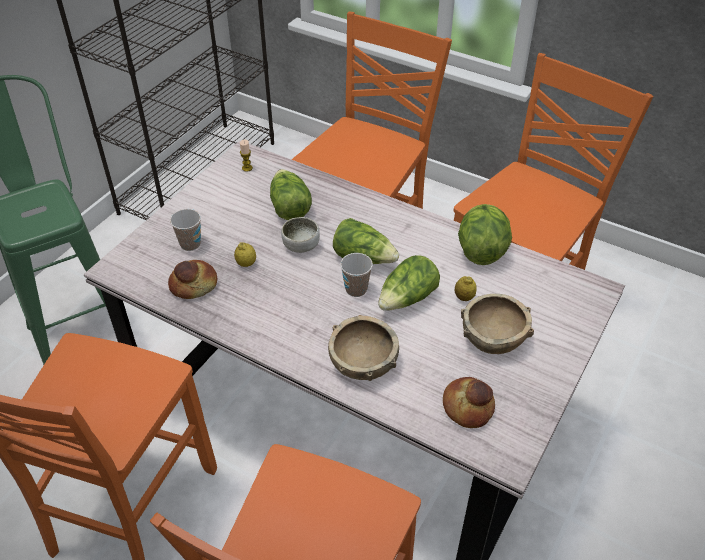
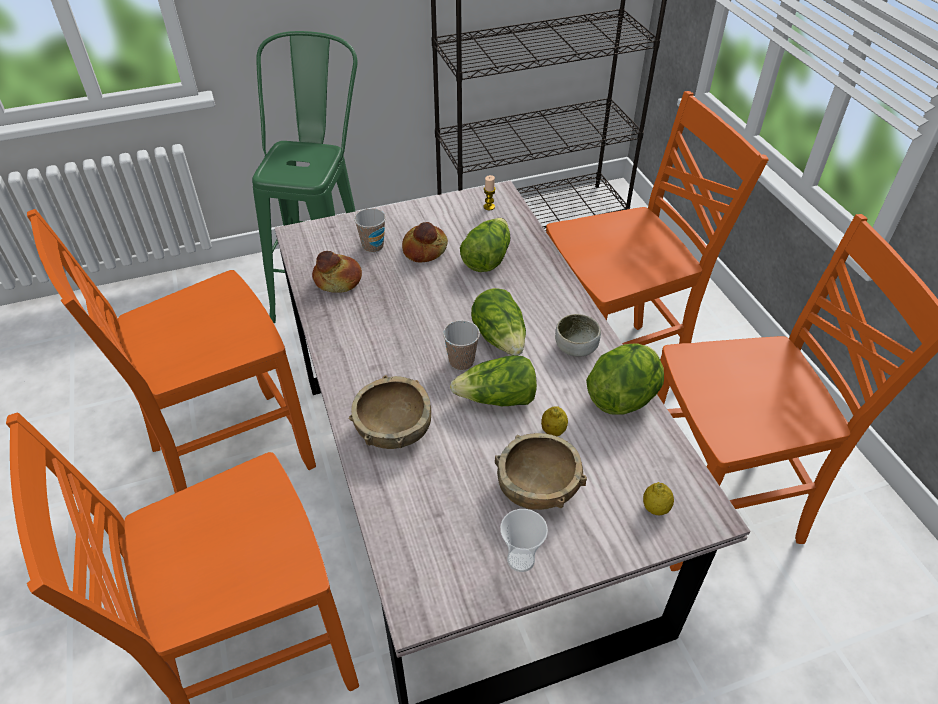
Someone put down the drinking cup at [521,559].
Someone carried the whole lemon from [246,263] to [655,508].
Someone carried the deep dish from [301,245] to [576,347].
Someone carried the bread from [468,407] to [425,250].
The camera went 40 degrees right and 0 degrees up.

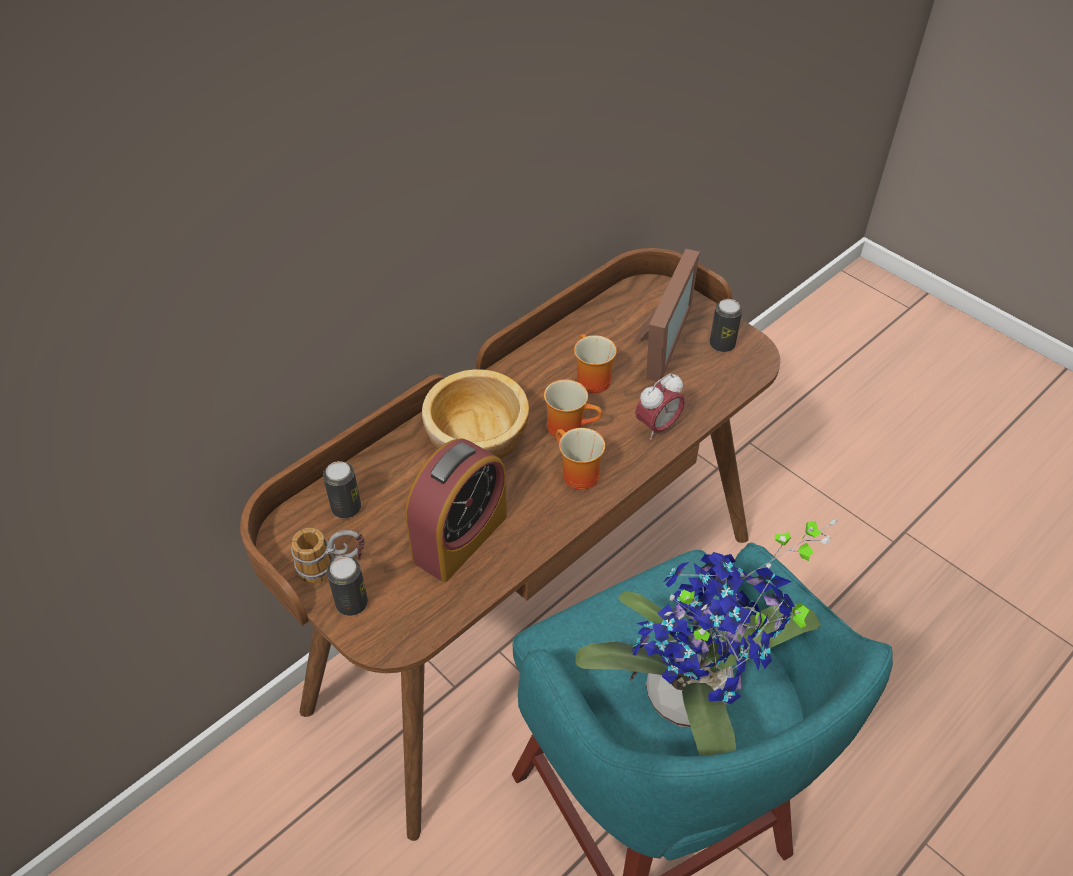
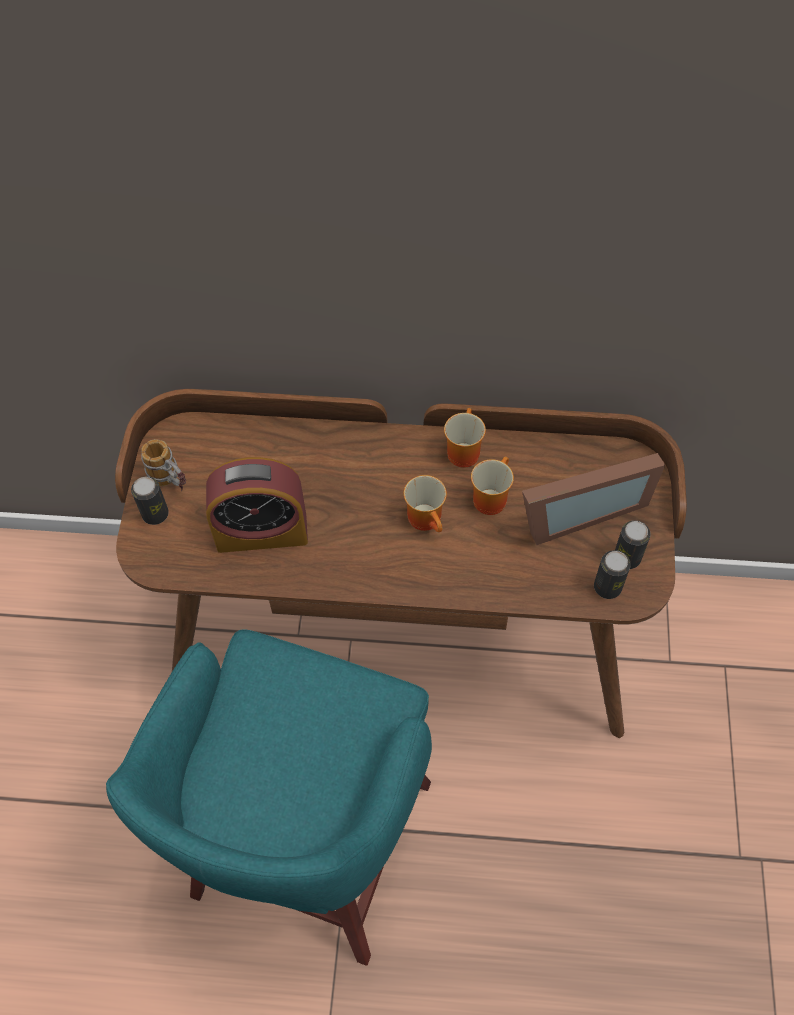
Someone took away the deep dish at [478,440].
Someone took away the houseplant at [692,704].
Someone took away the table clock at [657,427].
Someone carried the can from [346,508] to [607,587].
Someone carried the mug from [575,474] to [461,450].
The camera went 50 degrees right and 10 degrees up.

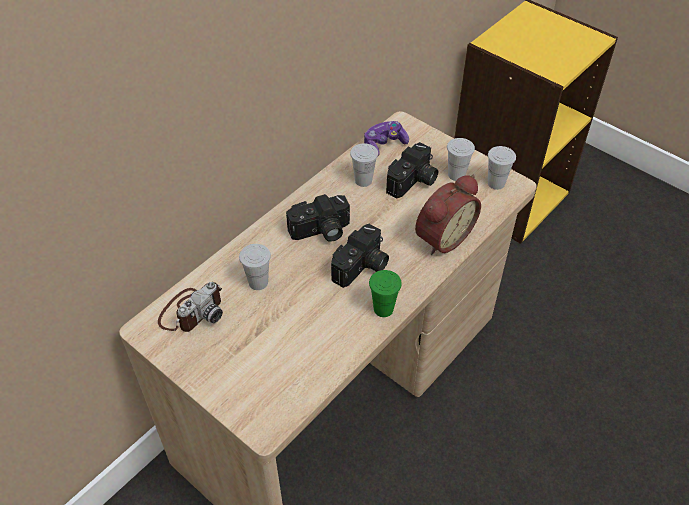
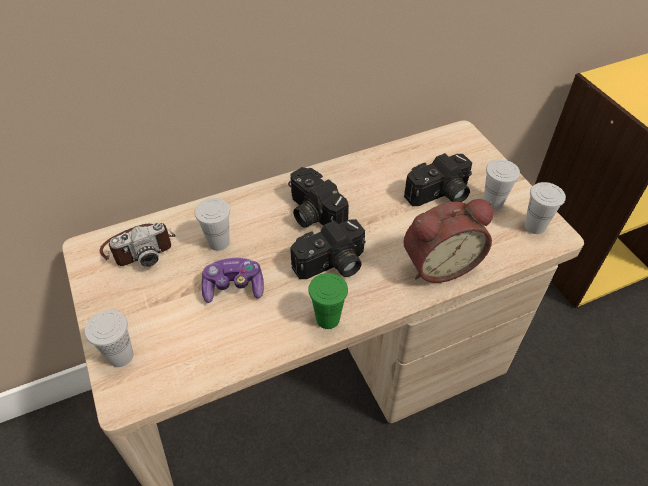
Someone carried the whitish drinking cup from [363,180] to [121,356].
Someone carried the joypad from [384,144] to [234,287].
Someone rotated the still camera at [321,231] by 45 degrees clockwise.
The camera went 25 degrees right and 0 degrees up.

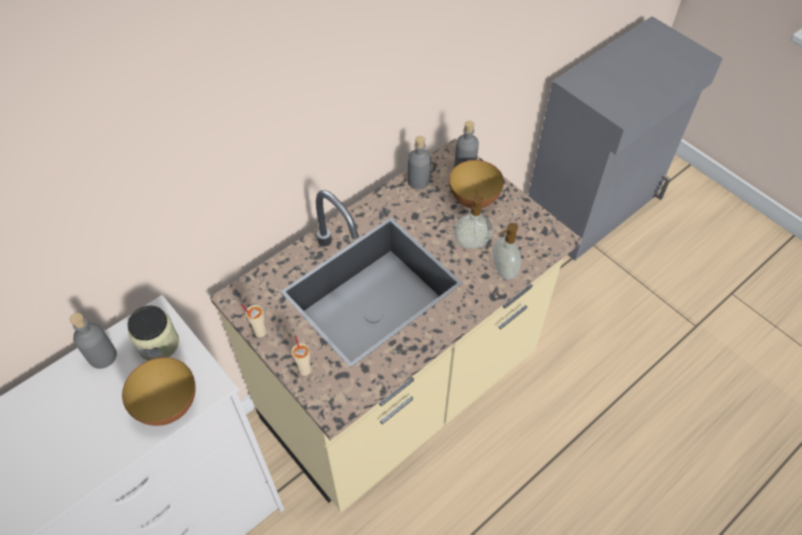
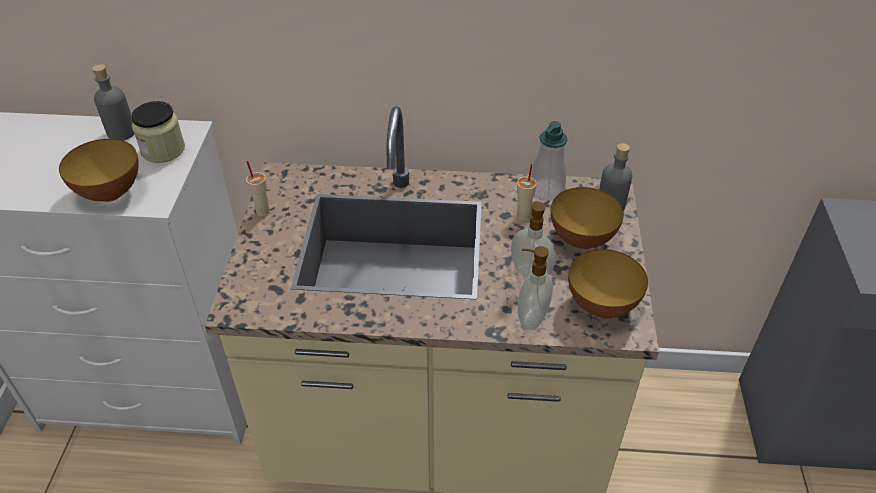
Someone put down the deep dish at [601,306].
Someone carried the beige-coloured drinking cup from [305,369] to [523,215].
Someone swapped the gray drink bottle at [418,181] for the soap bottle at [546,190].
The camera went 45 degrees right and 10 degrees down.

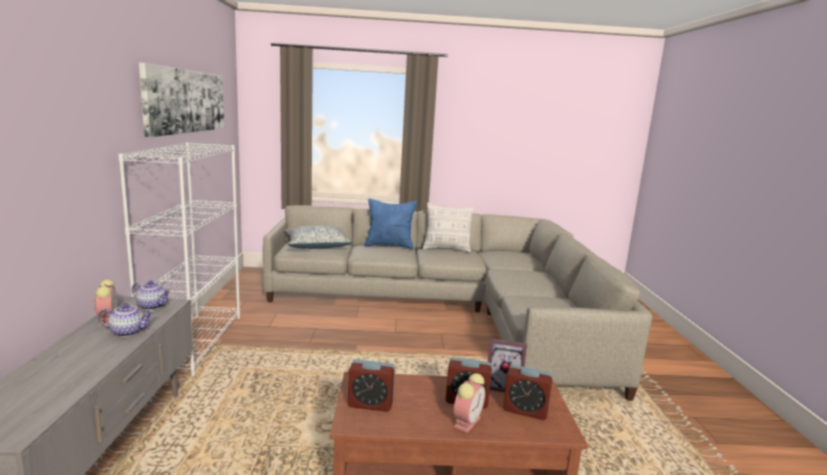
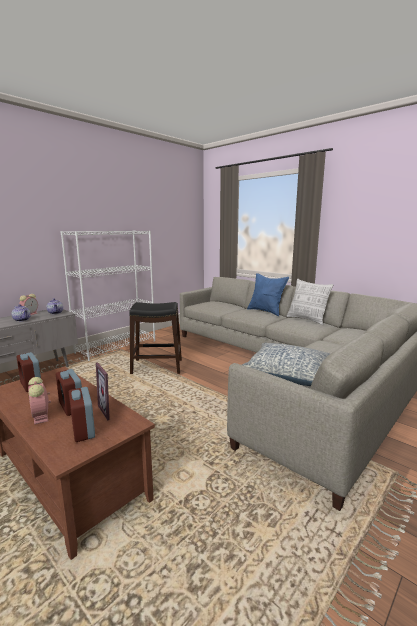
Someone took away the picture at [186,101].
Someone put down the black stool at [157,366].
Someone carried the pillow from [317,246] to [290,374].
Someone rotated the table clock at [467,421] by 75 degrees clockwise.
The camera went 45 degrees right and 0 degrees up.

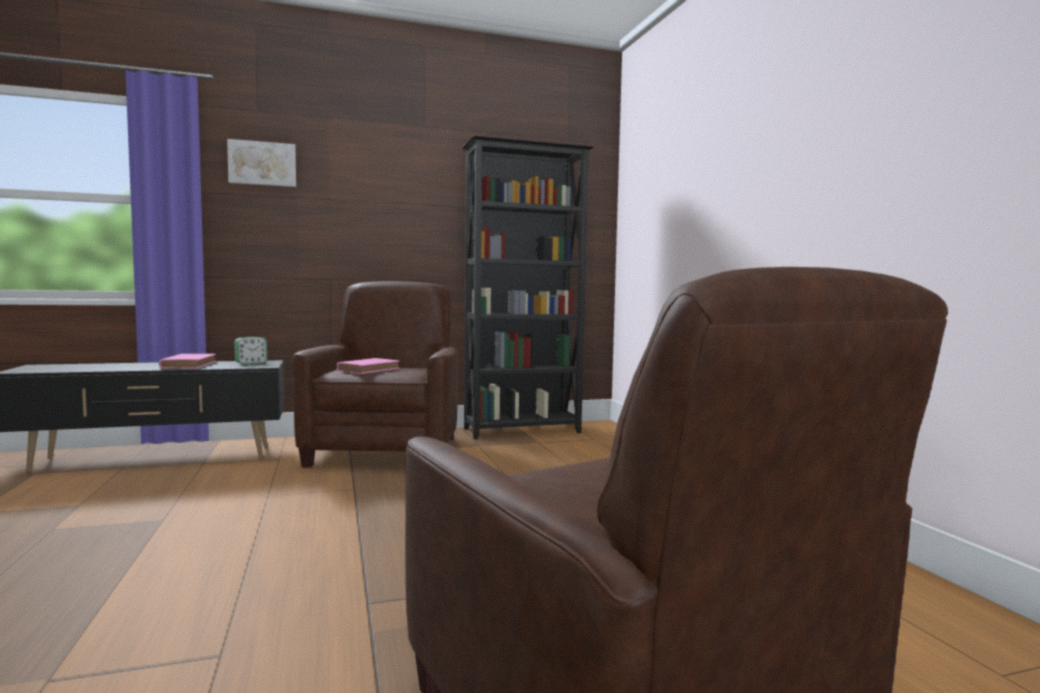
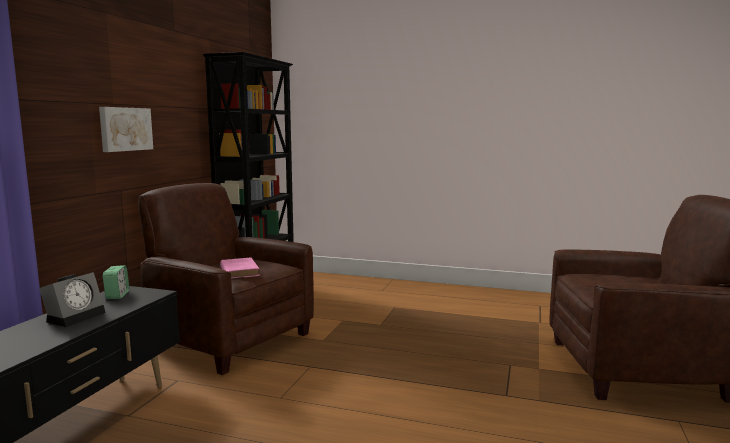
Someone carried the picture from [262,164] to [125,129].
Someone swapped the pinkish volume at [189,365] for the table clock at [76,316].
The camera went 55 degrees left and 5 degrees up.

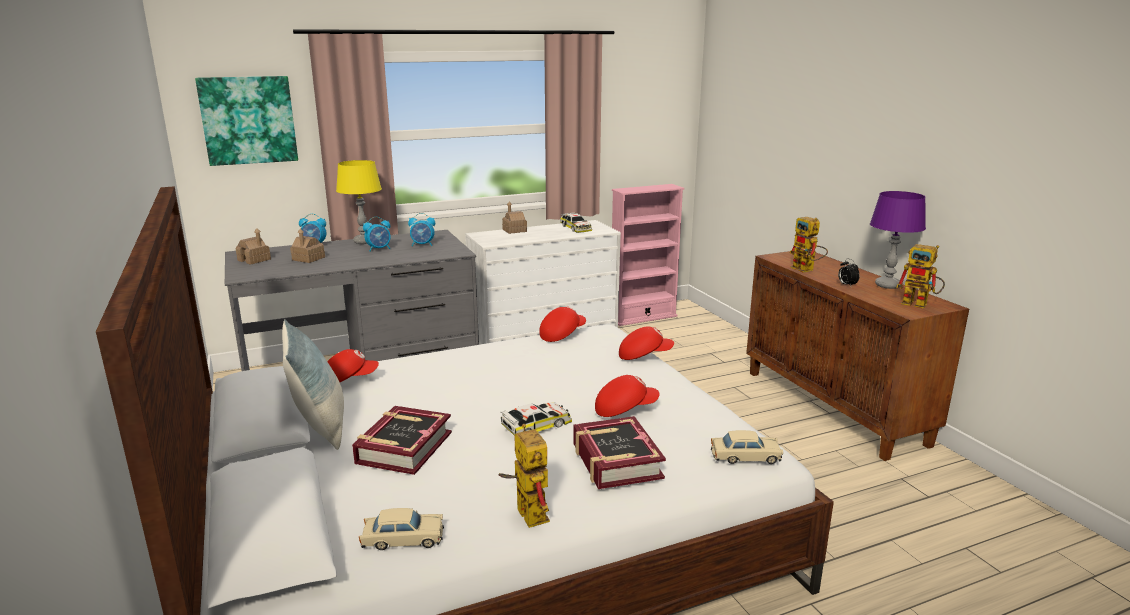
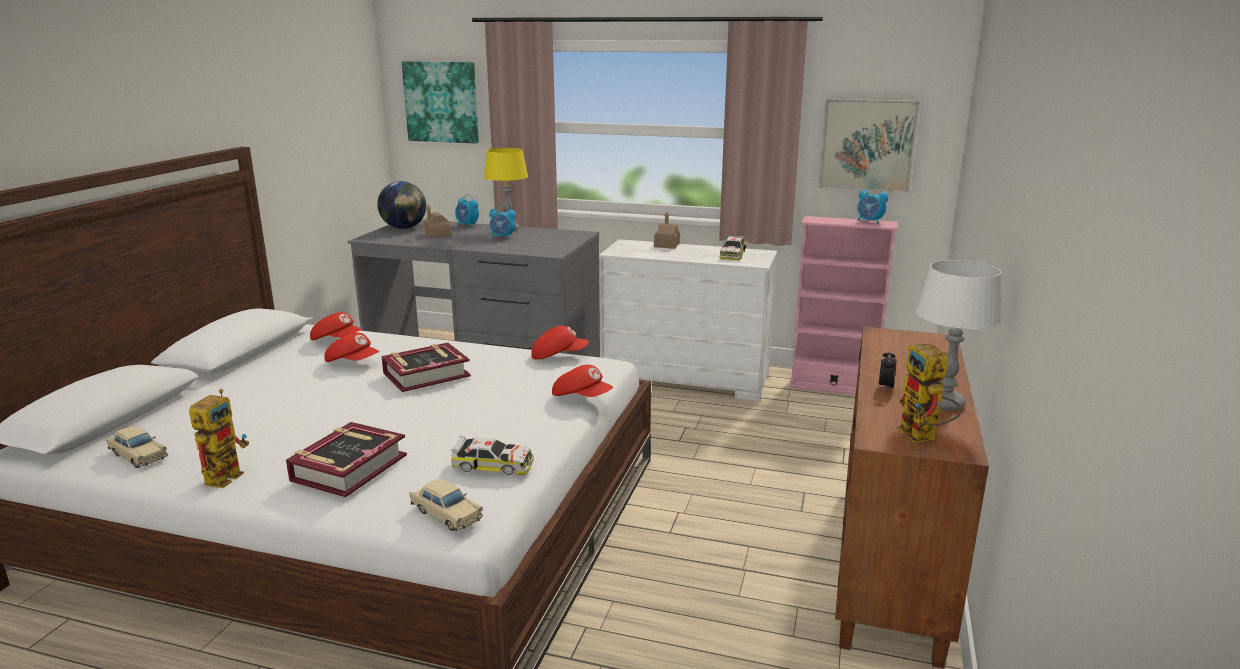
Someone took away the pillow at [320,426].
Someone took away the robot figure at [807,270].
Someone put up the picture at [867,145].
Someone carried the volume from [403,448] to [426,374].
Someone carried the table clock from [423,245] to [869,221].
Someone carried the model car from [536,425] to [493,465].
Someone carried the red-coloured cap from [625,409] to [353,362].
Someone swapped the model house at [254,260] for the world globe at [404,228].
Someone repainted the purple-coloured table lamp at [887,285], which became the whitish table lamp at [945,403].
The camera went 40 degrees right and 0 degrees up.

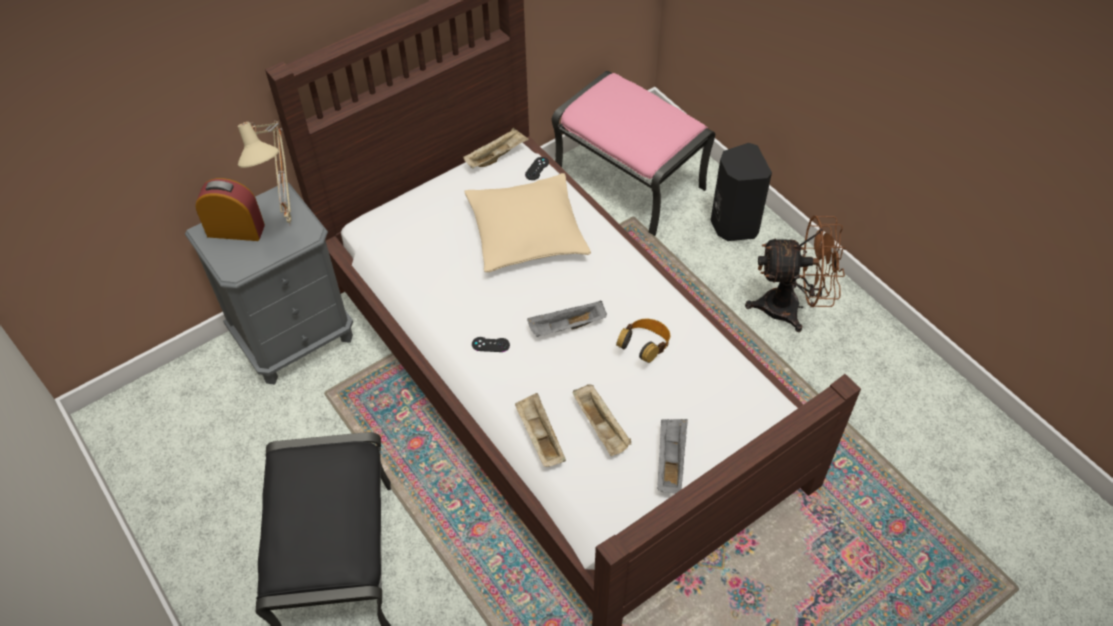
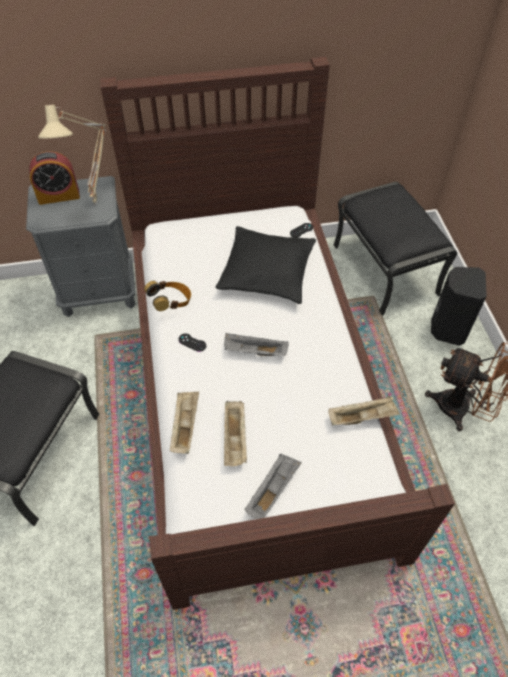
Someone carried the beige-coloured tray from [496,156] to [362,417].
Someone carried the headset from [644,347] to [171,303].
Someone repainted the beige-coloured pillow at [526,232], which became the black pillow at [267,272].
Someone repainted the pinkish footrest at [631,180], which became the black footrest at [386,270].
Someone rotated the table clock at [236,230] by 135 degrees clockwise.
The camera went 25 degrees right and 0 degrees up.

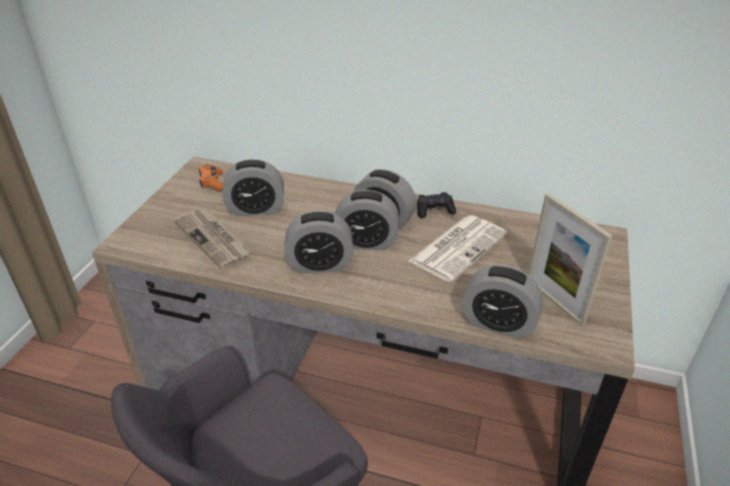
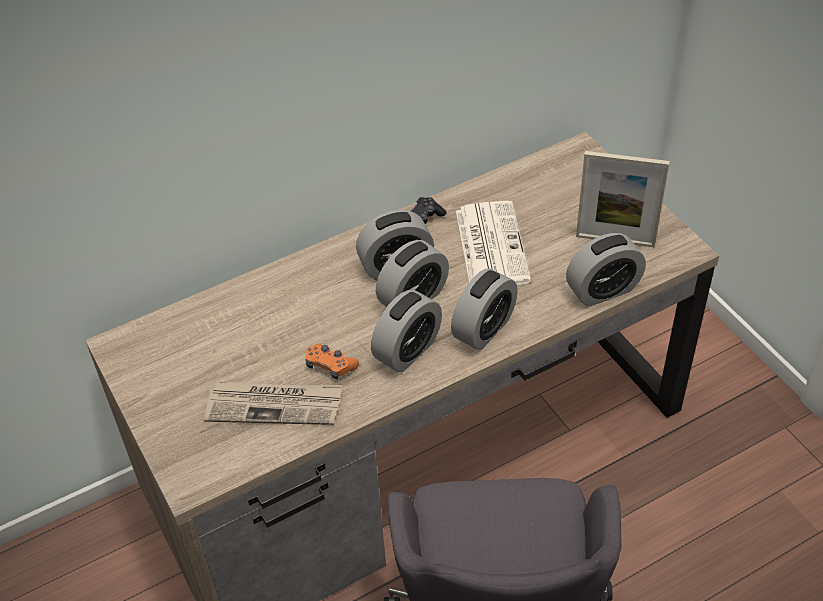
Someone carried the orangey joypad from [212,182] to [330,366].
Someone carried the table clock from [256,209] to [484,329].
The camera went 45 degrees left and 10 degrees up.

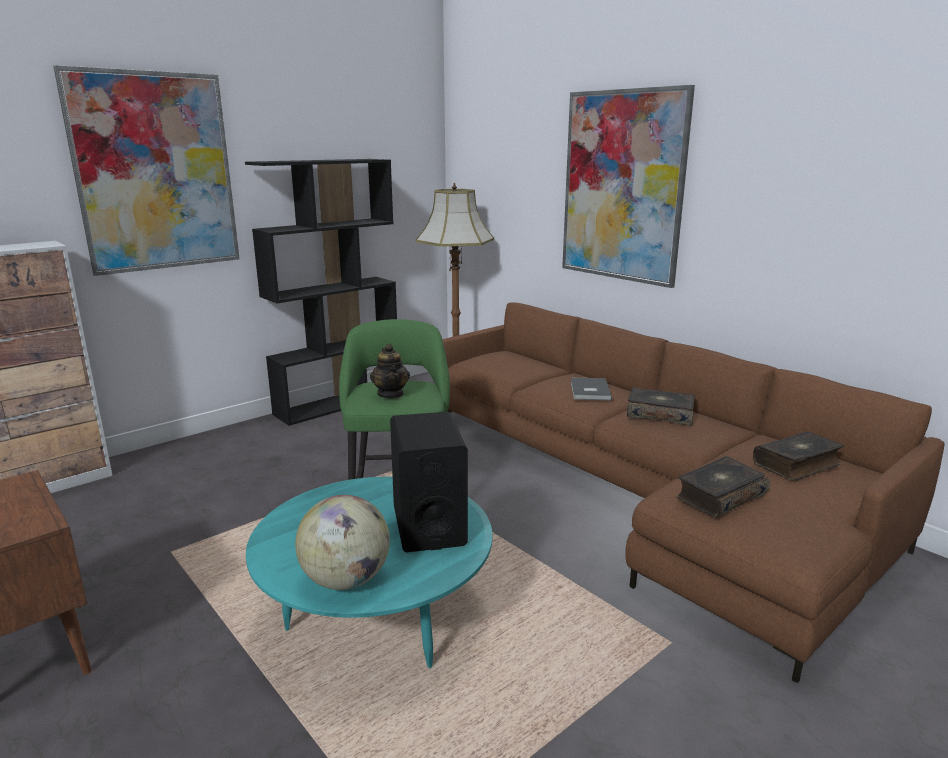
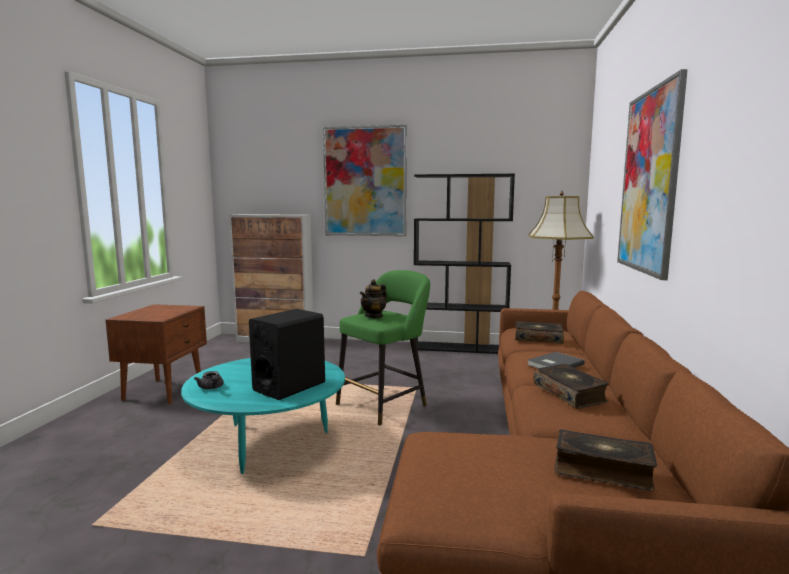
Someone carried the volume from [719,496] to [538,338].
Someone swapped the world globe at [346,580] for the gray pot for tea at [211,388].
The camera went 50 degrees right and 10 degrees down.

